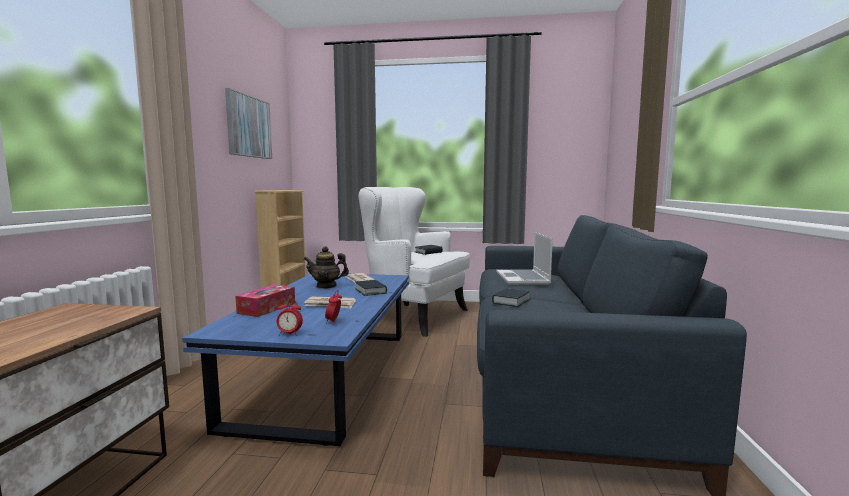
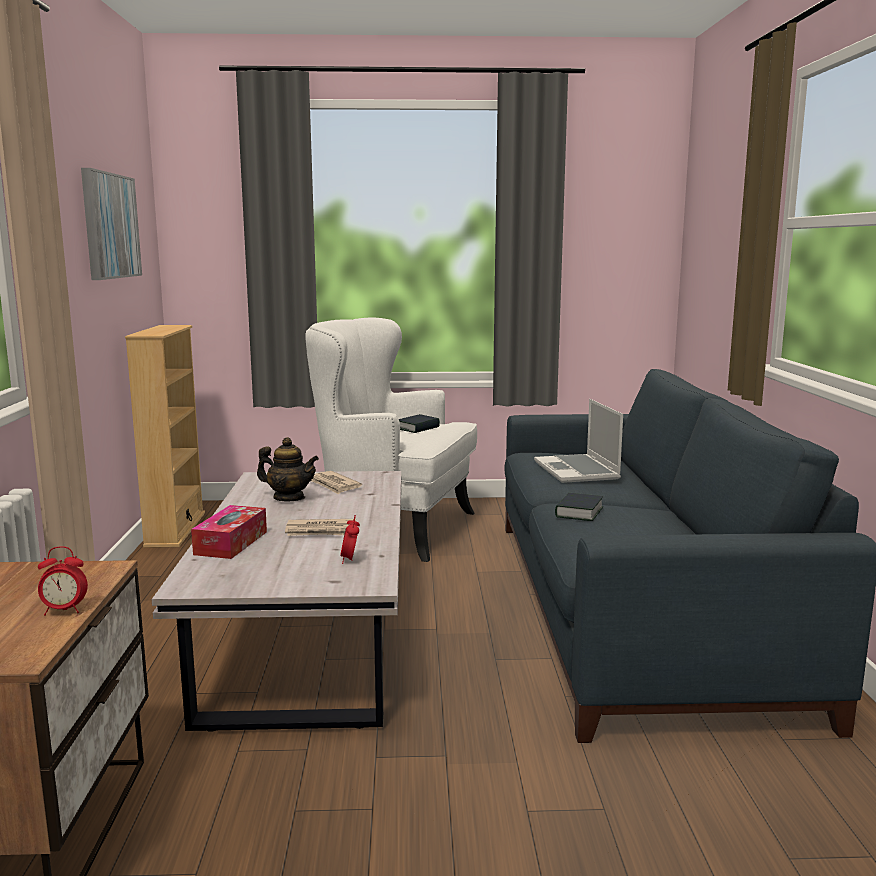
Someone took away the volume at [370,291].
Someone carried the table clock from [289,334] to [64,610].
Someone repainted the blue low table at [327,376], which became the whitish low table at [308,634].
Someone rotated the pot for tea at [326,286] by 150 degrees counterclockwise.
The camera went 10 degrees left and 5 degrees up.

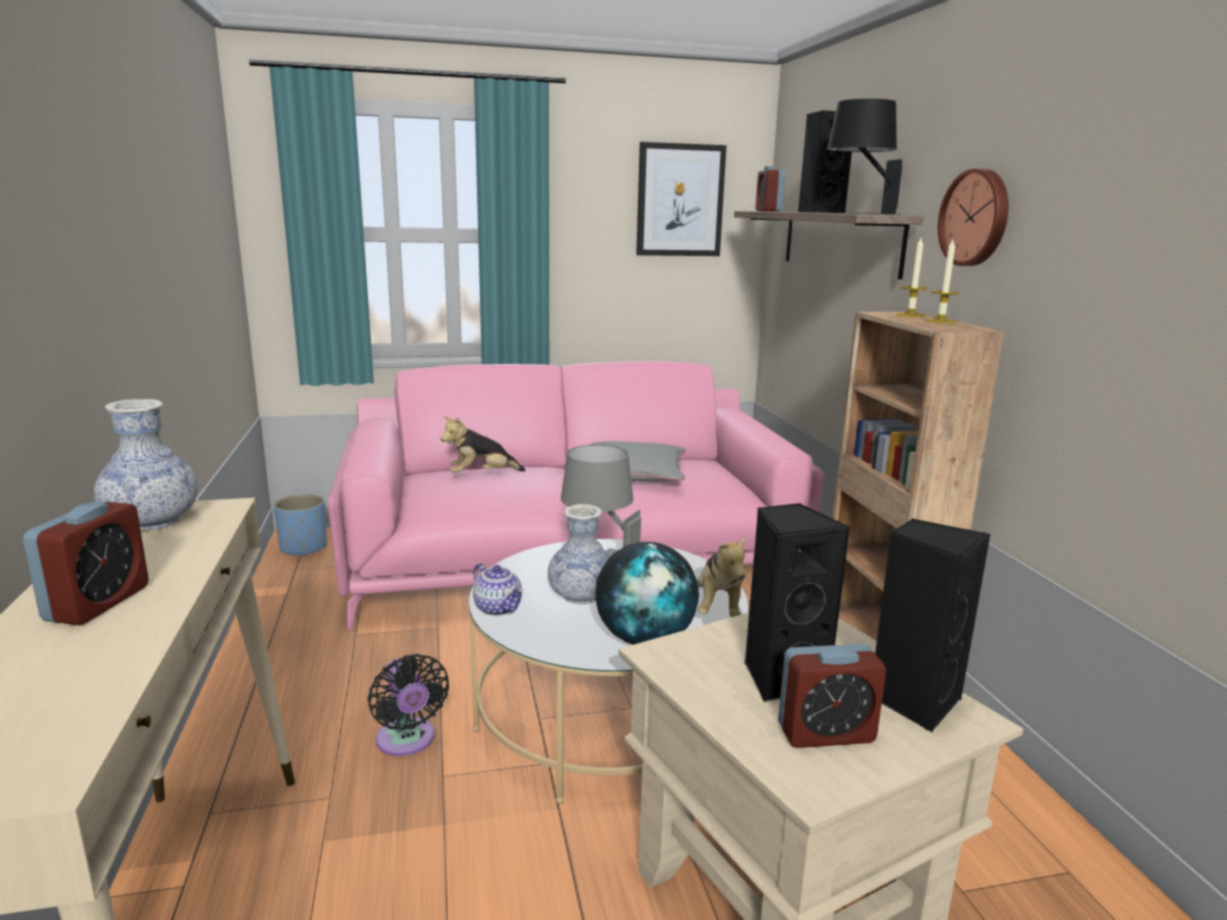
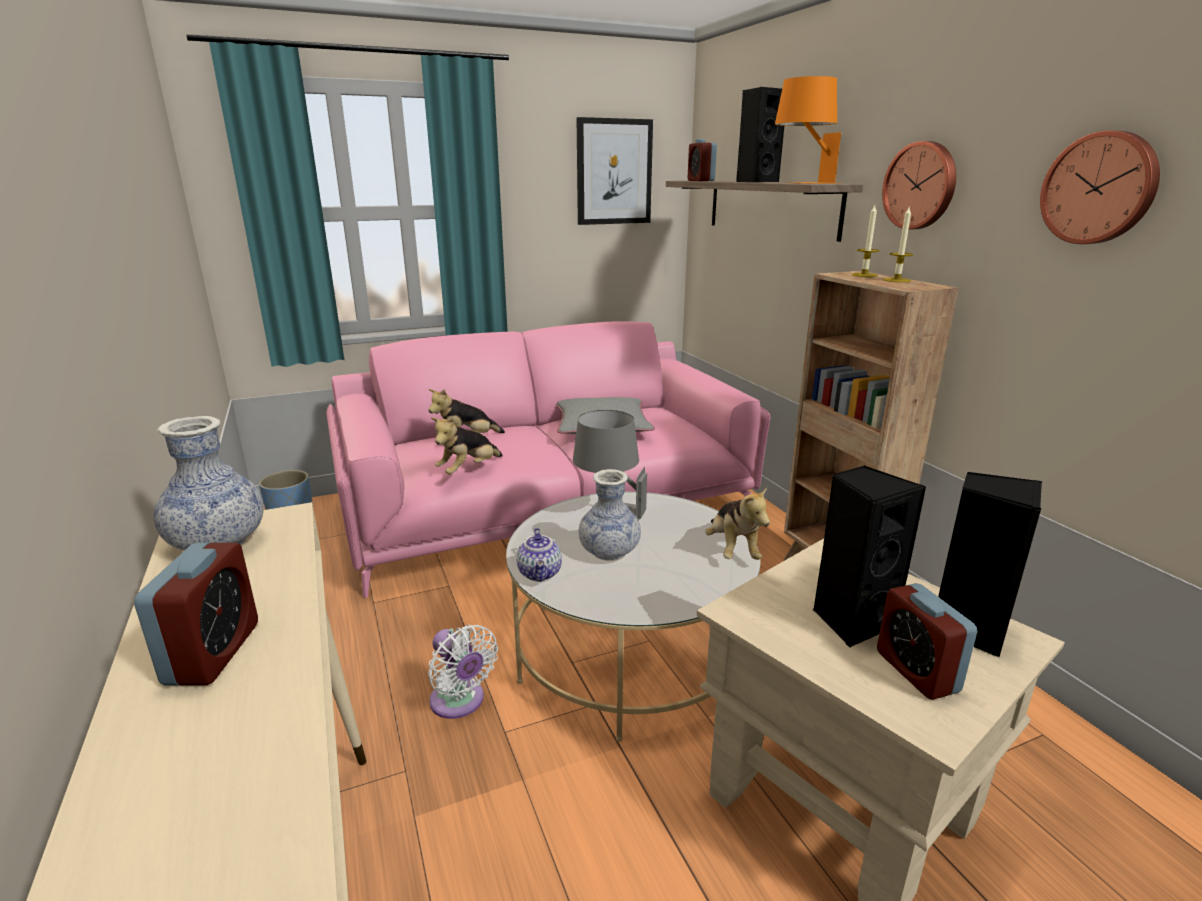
Someone took away the world globe at [645,639].
Someone put down the plush toy at [468,470].
Someone put up the hanging clock at [1100,188].
Someone repainted the black fan at [407,741], which became the whitish fan at [460,702].
Someone repainted the black table lamp at [858,213], which became the orangey table lamp at [802,183].
Someone rotated the pot for tea at [499,608] by 45 degrees clockwise.
Someone rotated the table clock at [826,733] by 90 degrees clockwise.
The camera went 10 degrees left and 5 degrees up.

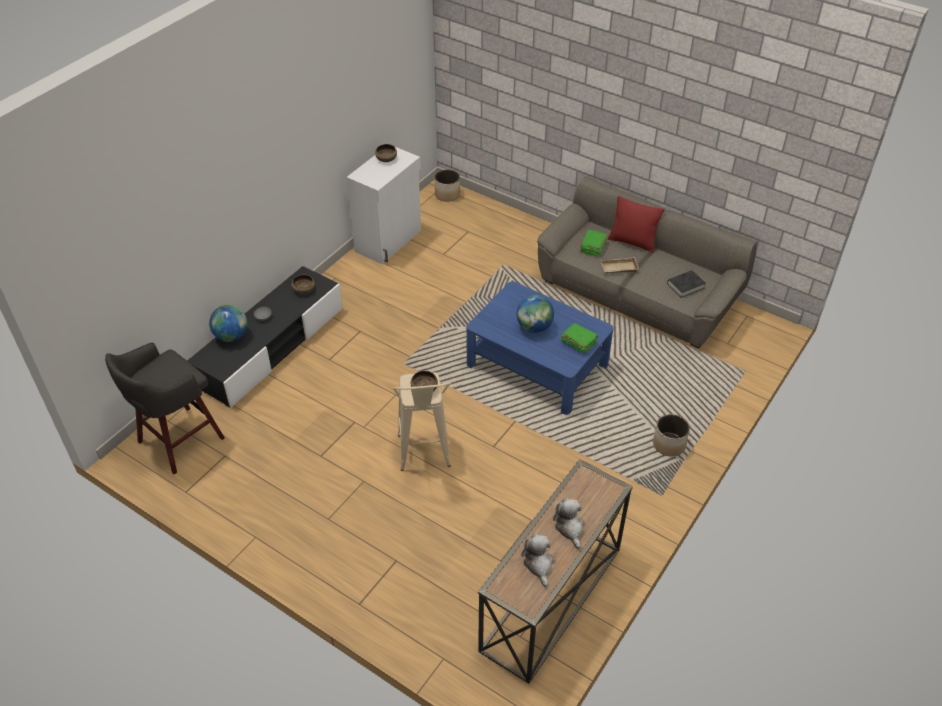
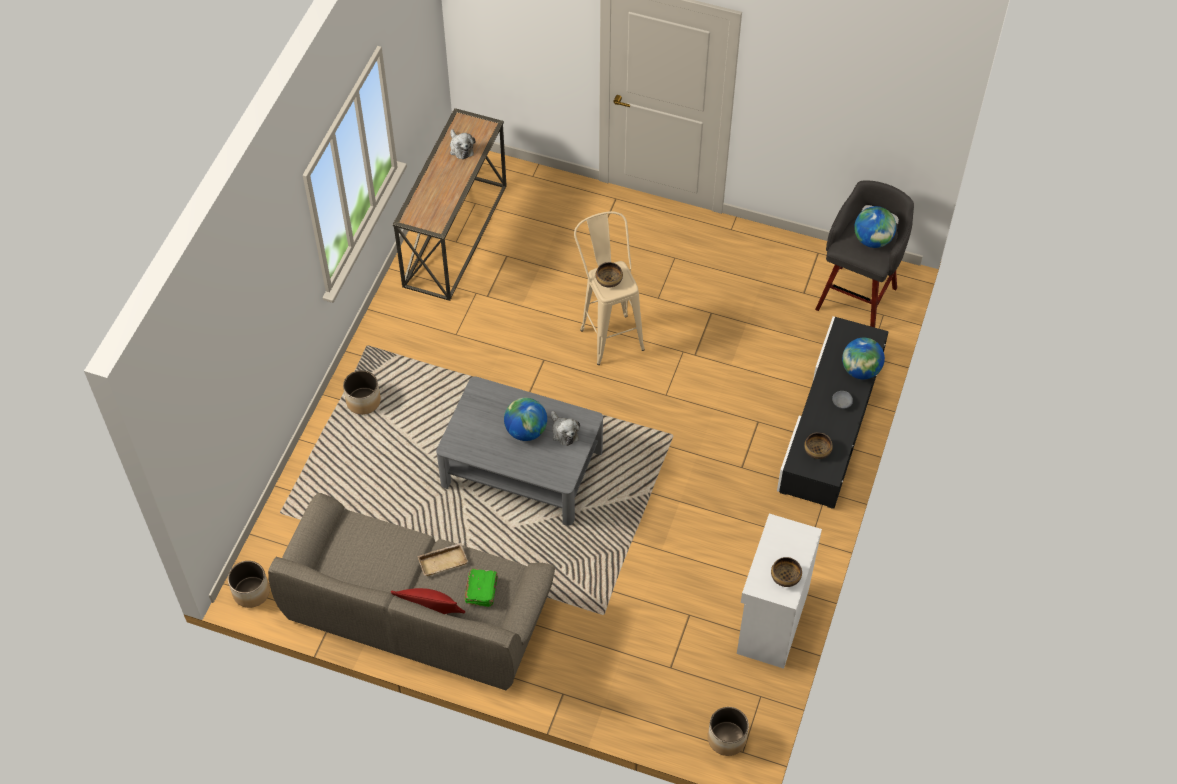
Someone took away the green-coloured volume at [578,342].
Someone took away the black volume at [685,286].
Someone put down the plant pot at [250,592].
Someone put down the world globe at [872,240].
Someone carried the plush toy from [569,528] to [564,432].
Someone repainted the blue low table at [537,365], which became the gray low table at [521,467].
The camera went 165 degrees right and 10 degrees up.

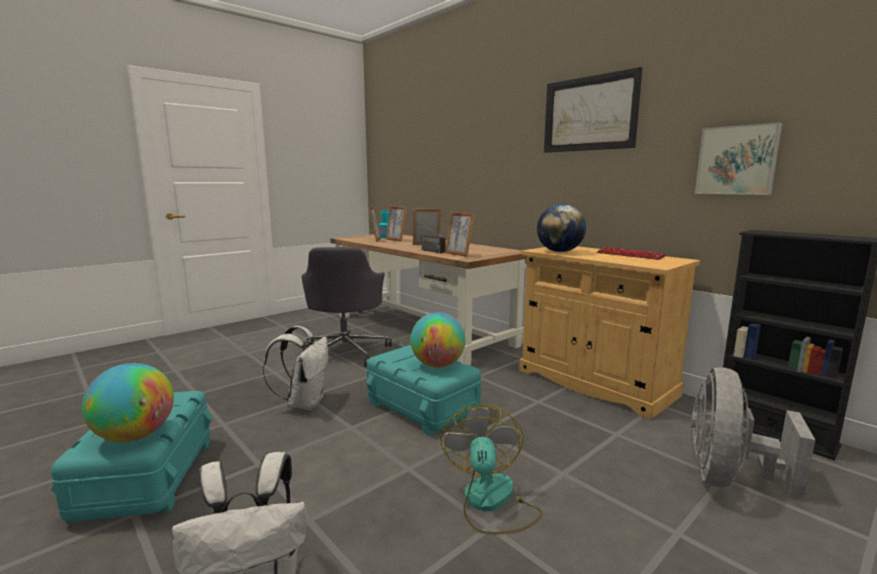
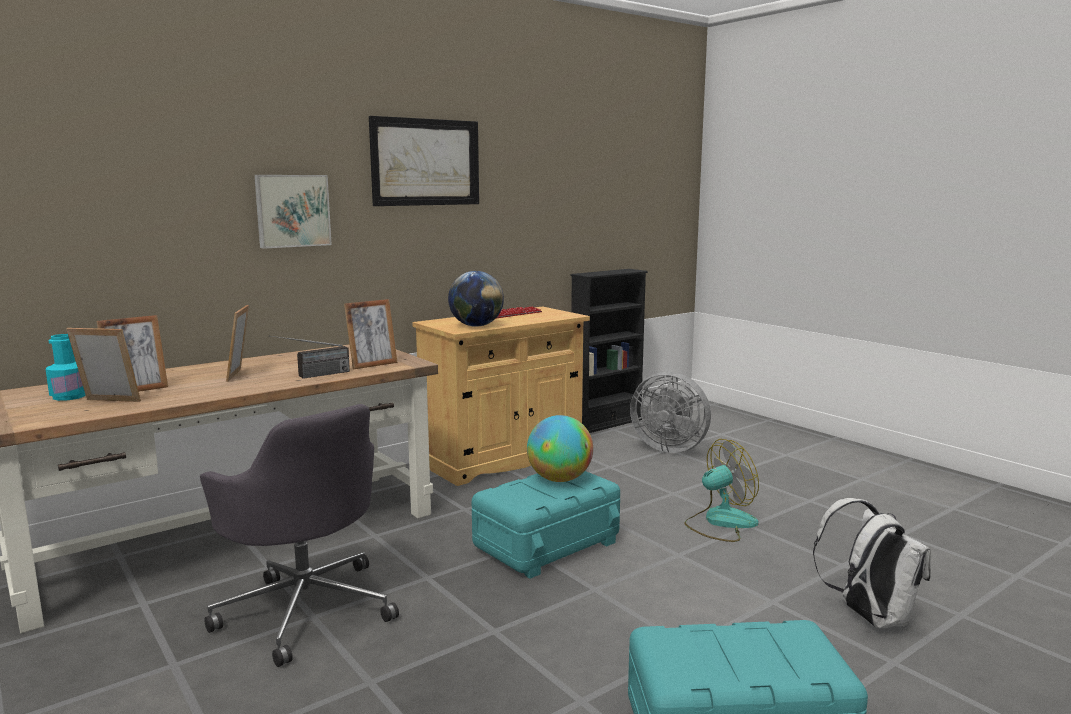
Someone took away the world globe at [135,436].
Someone took away the whitish rucksack at [304,403].
Someone carried the picture from [737,160] to [292,210].
Someone rotated the gray computer chair at [346,352] by 45 degrees clockwise.
Someone rotated the fan at [491,502] by 150 degrees clockwise.
The camera went 85 degrees left and 0 degrees up.

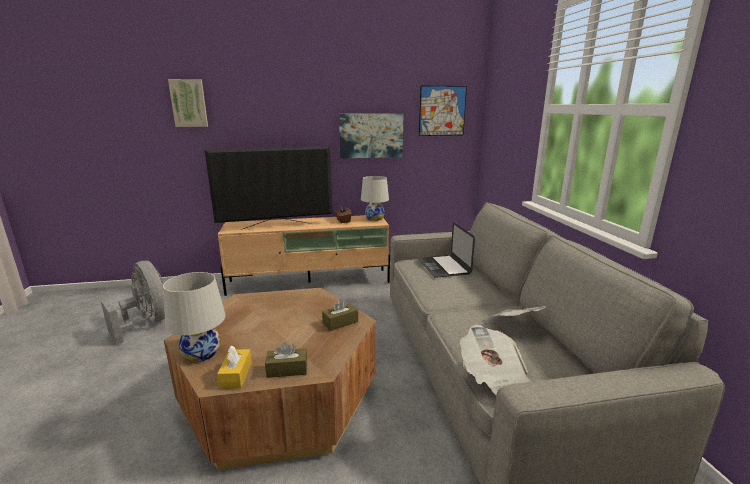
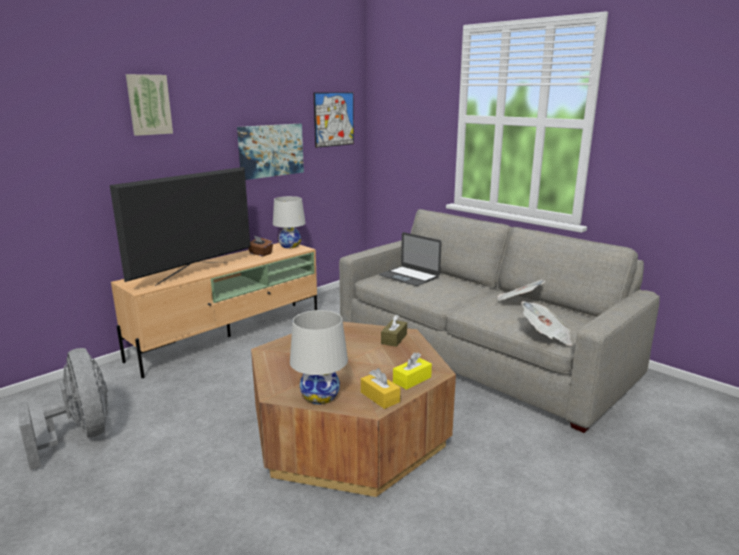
Someone carried the picture from [189,103] to [149,105].
Someone repainted the brown-coloured tissue holder at [287,369], which became the yellowish tissue holder at [412,380].
Someone rotated the gray fan at [147,322] by 45 degrees clockwise.
The camera went 35 degrees left and 0 degrees up.

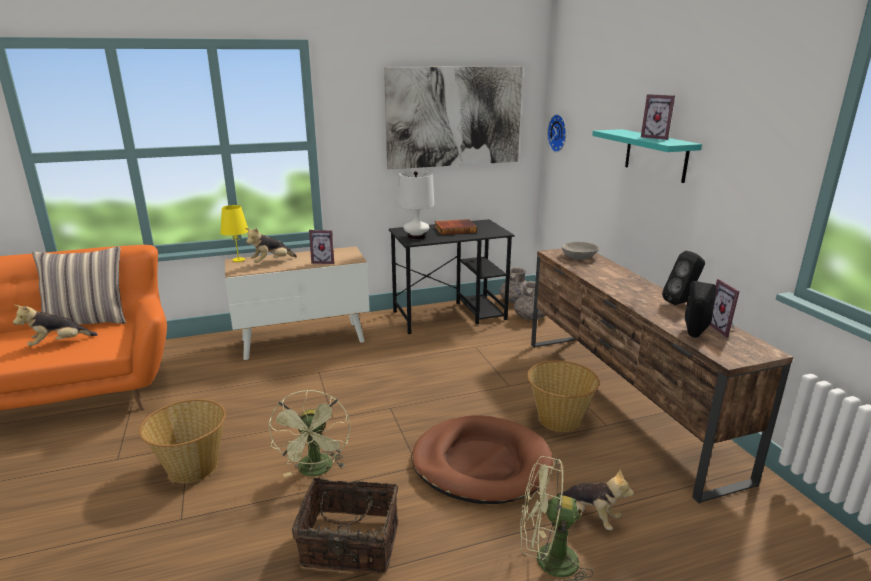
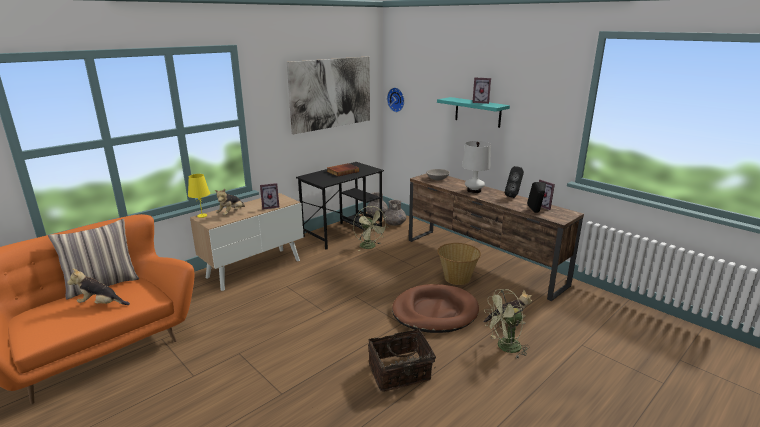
Someone took away the household basket at [192,467].
Someone carried the green-coloured fan from [316,471] to [370,247].
Someone carried the whitish table lamp from [416,236] to [474,190].
Someone rotated the plush toy at [58,343] by 60 degrees clockwise.
The camera went 25 degrees left and 0 degrees up.

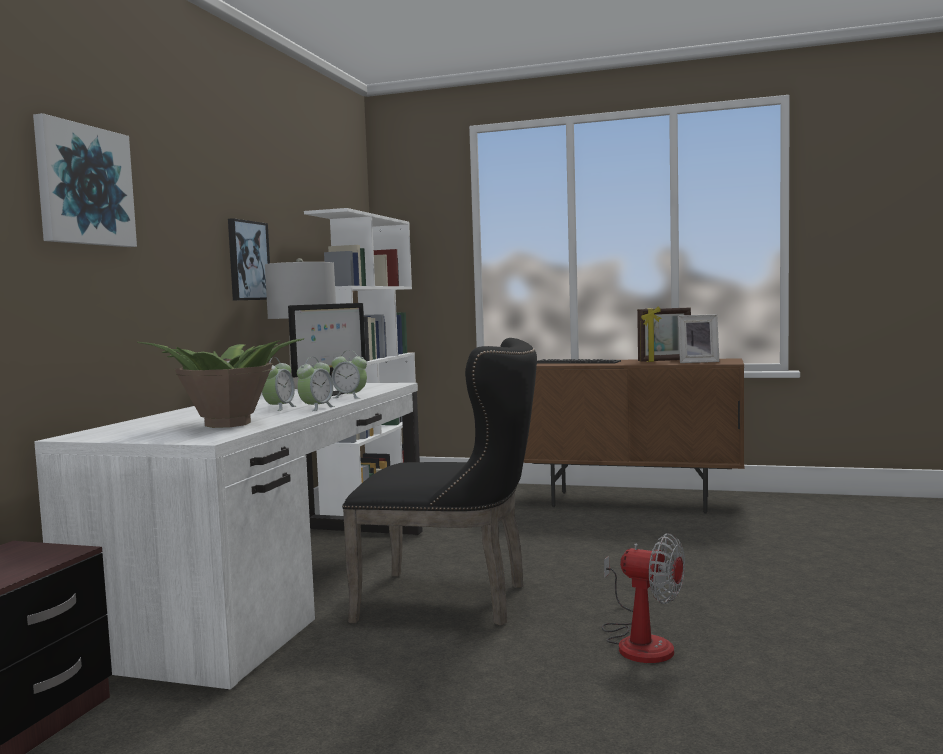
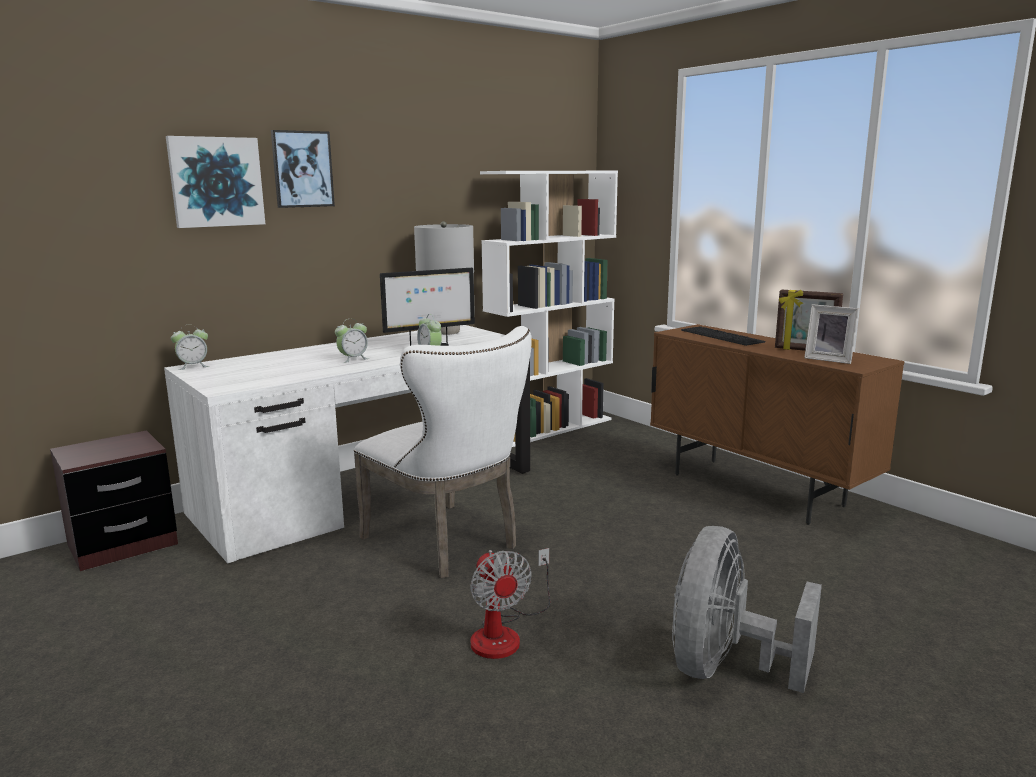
Someone took away the houseplant at [226,424].
Someone put down the gray fan at [725,668].
Someone carried the picture from [248,260] to [302,169].
Someone carried the table clock from [316,408] to [193,366].
Someone repainted the black plain chair at [454,600], which became the whitish plain chair at [449,544].
The camera went 35 degrees right and 10 degrees up.

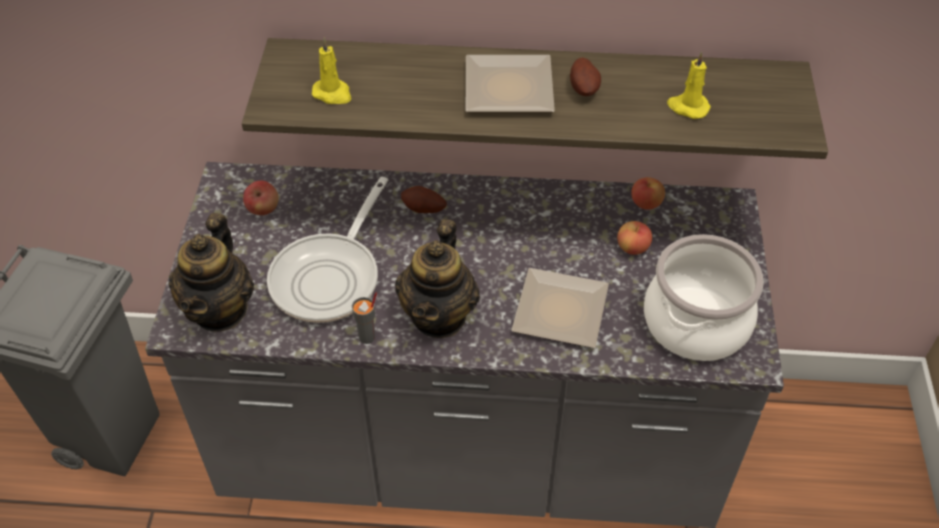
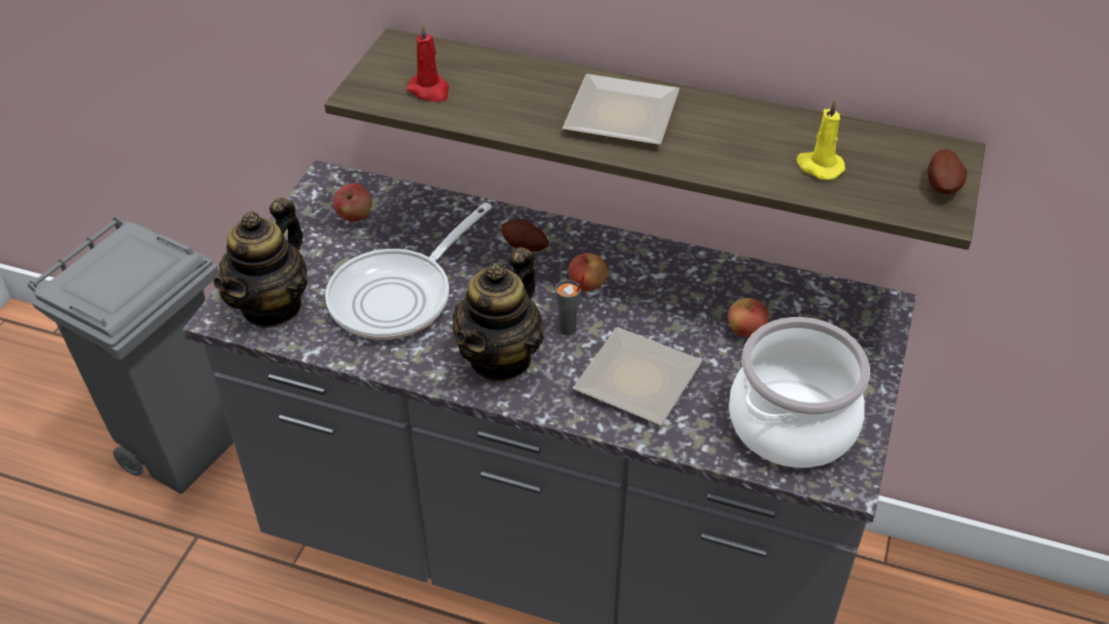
Someone carried the gray drinking cup from [367,337] to [568,329].
Someone carried the potato from [584,88] to [943,186].
Someone carried the apple from [646,203] to [587,284].
Someone repainted the yellowish wax light at [333,94], which became the red-coloured wax light at [430,91].
The camera went 15 degrees right and 5 degrees down.

